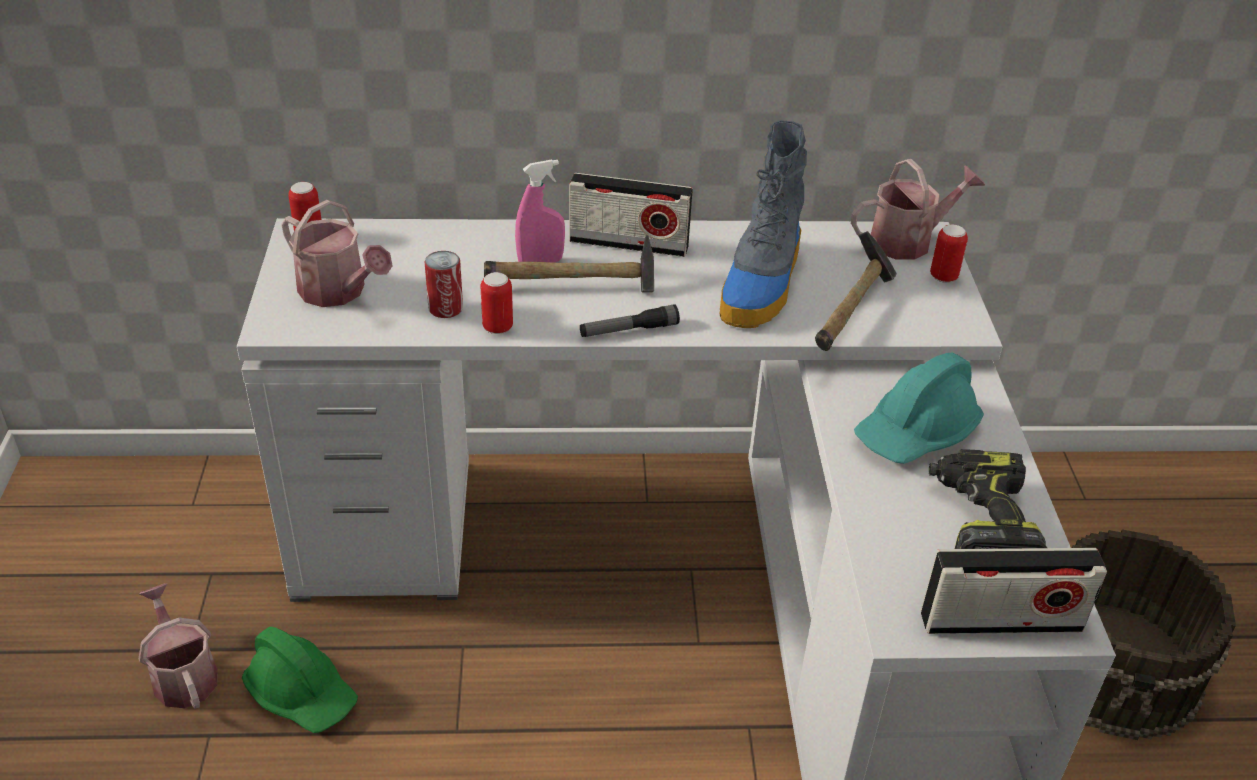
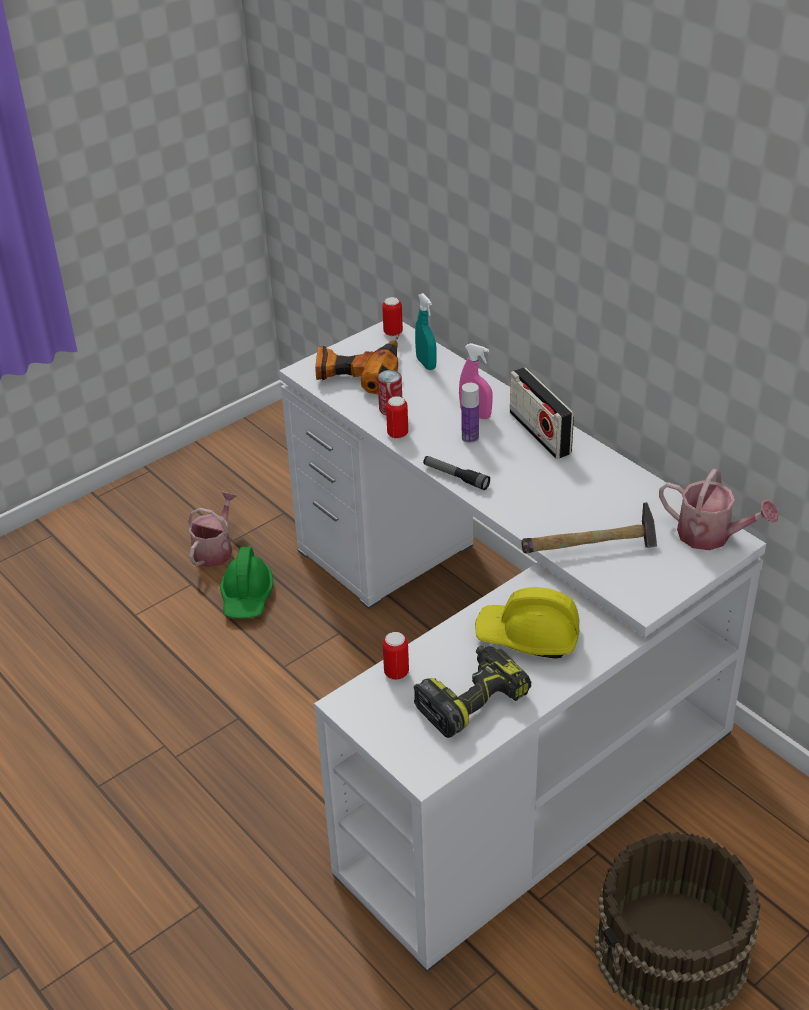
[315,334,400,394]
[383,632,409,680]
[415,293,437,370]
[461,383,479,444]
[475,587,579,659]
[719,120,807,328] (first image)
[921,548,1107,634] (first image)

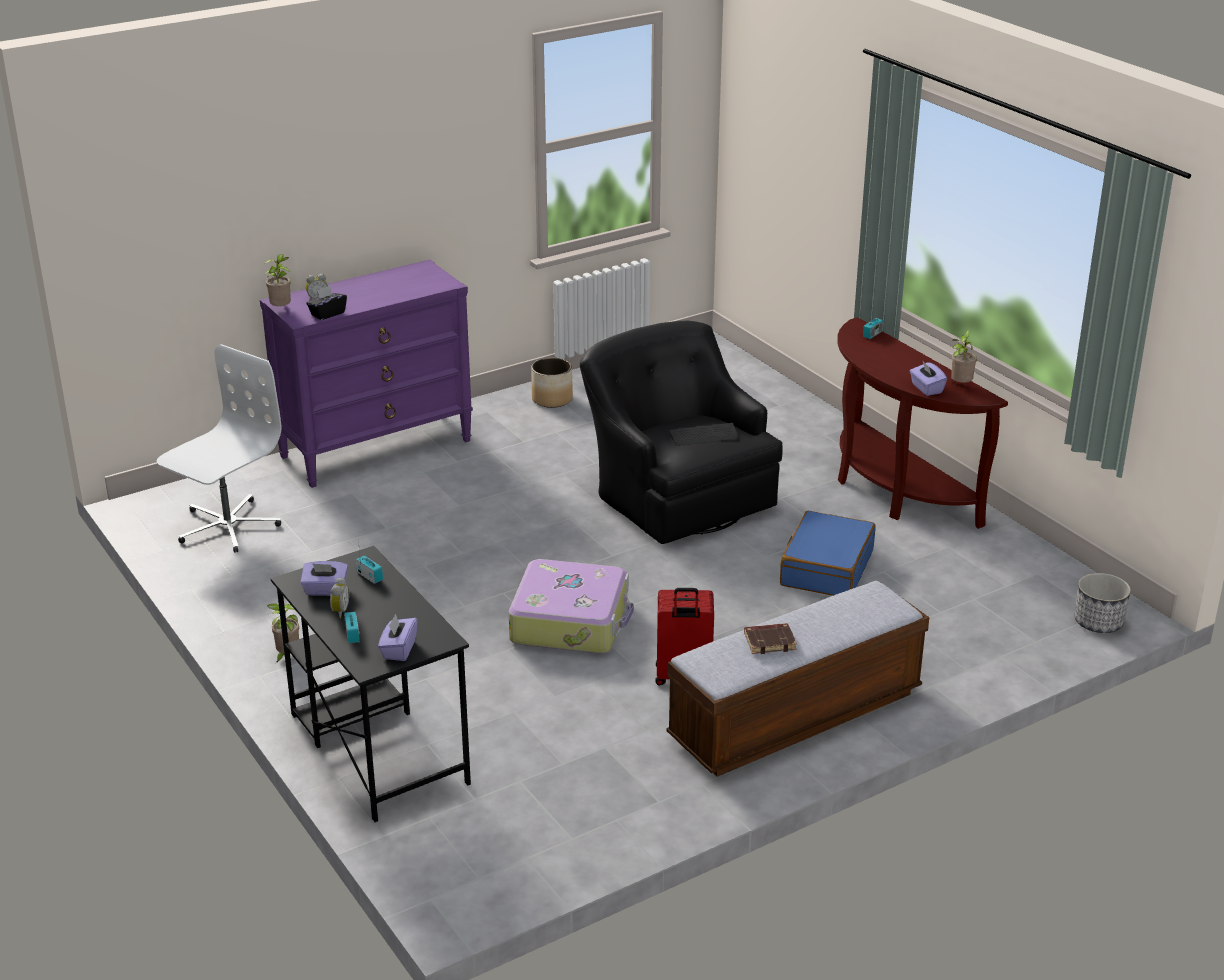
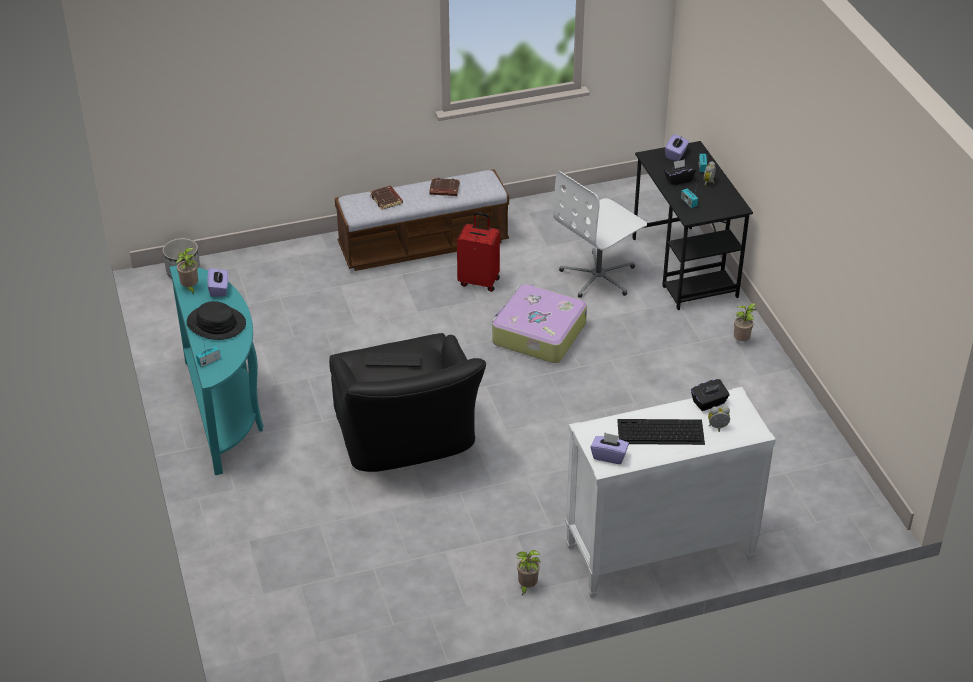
[170,265,263,475]
[187,301,246,340]
[370,186,403,210]
[516,550,540,595]
[553,171,647,298]
[565,387,776,598]
[590,432,629,464]
[617,419,705,445]
[664,159,696,185]
[531,358,573,408] (first image)
[780,511,875,596] (first image)

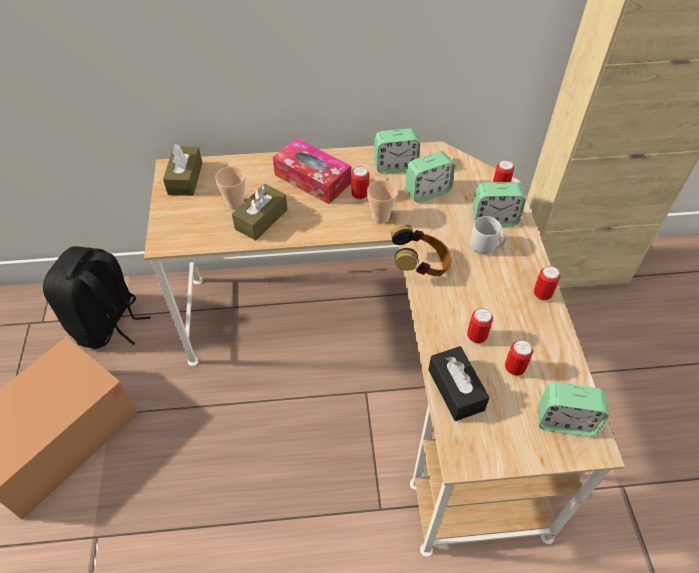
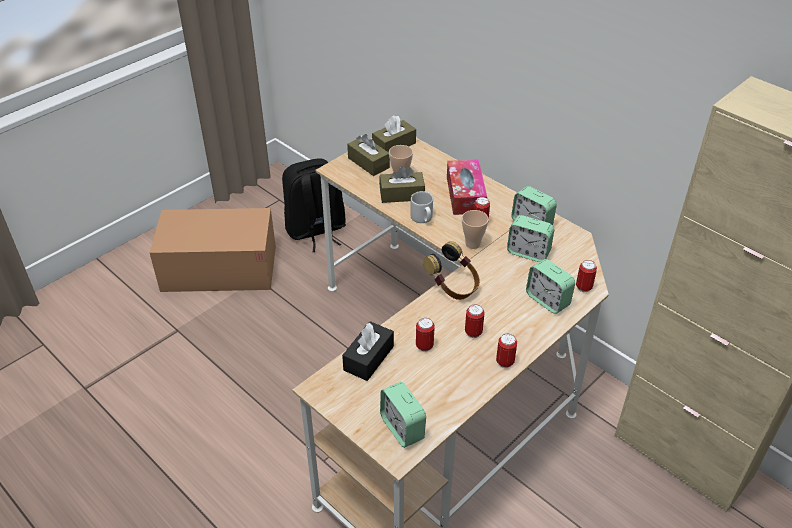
[347,134,390,176]
[410,191,433,223]
[465,304,485,338]

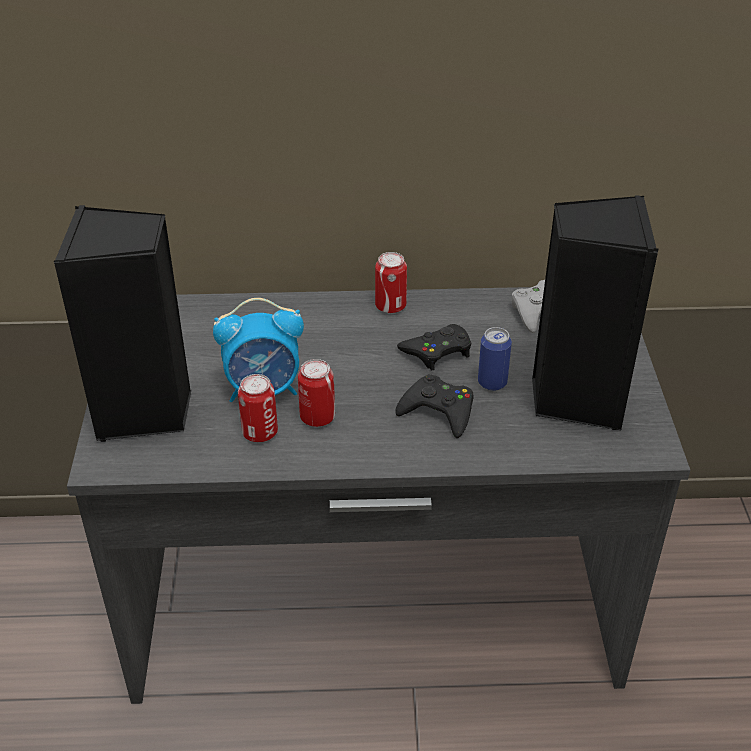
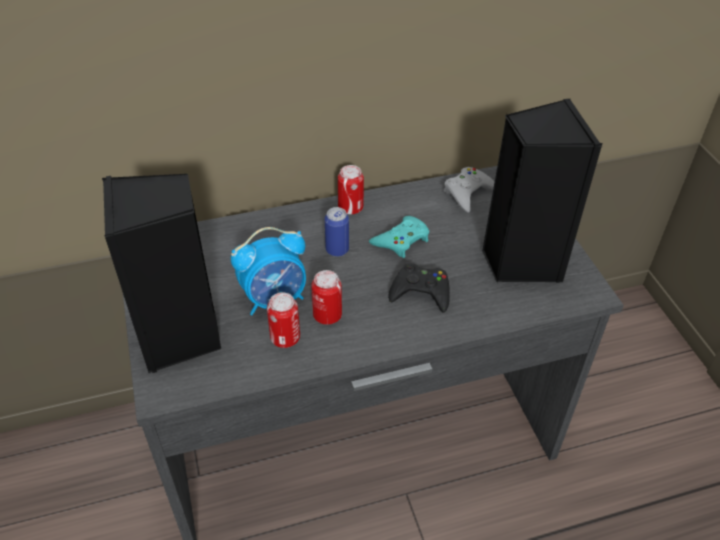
[325,207,349,257]
[369,216,429,258]

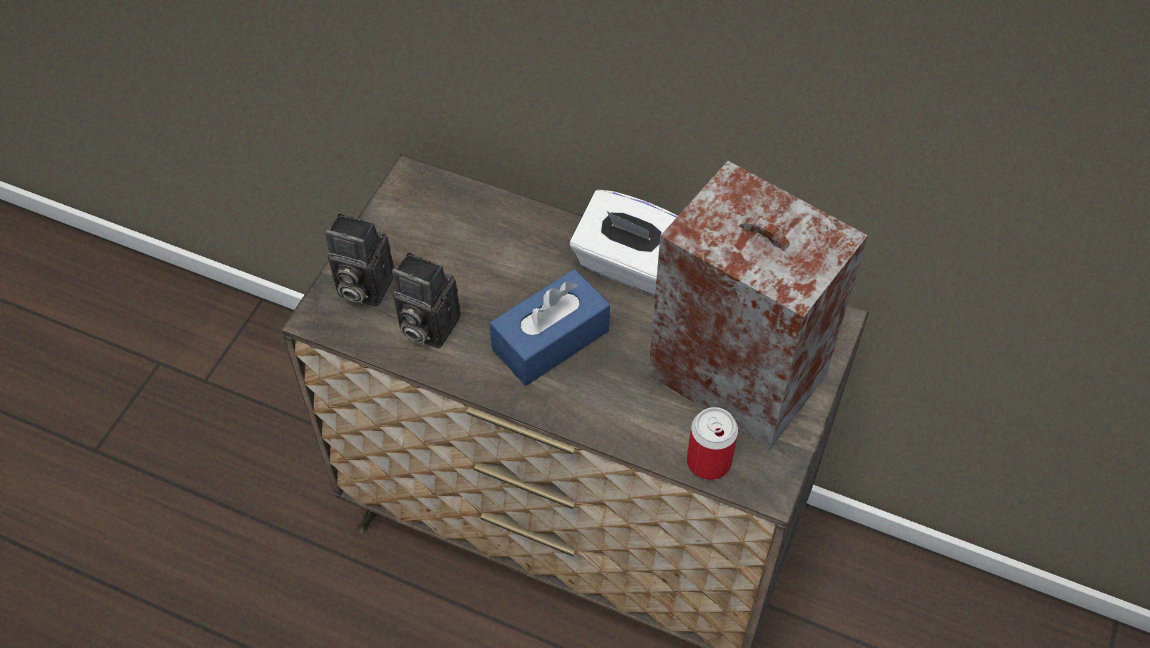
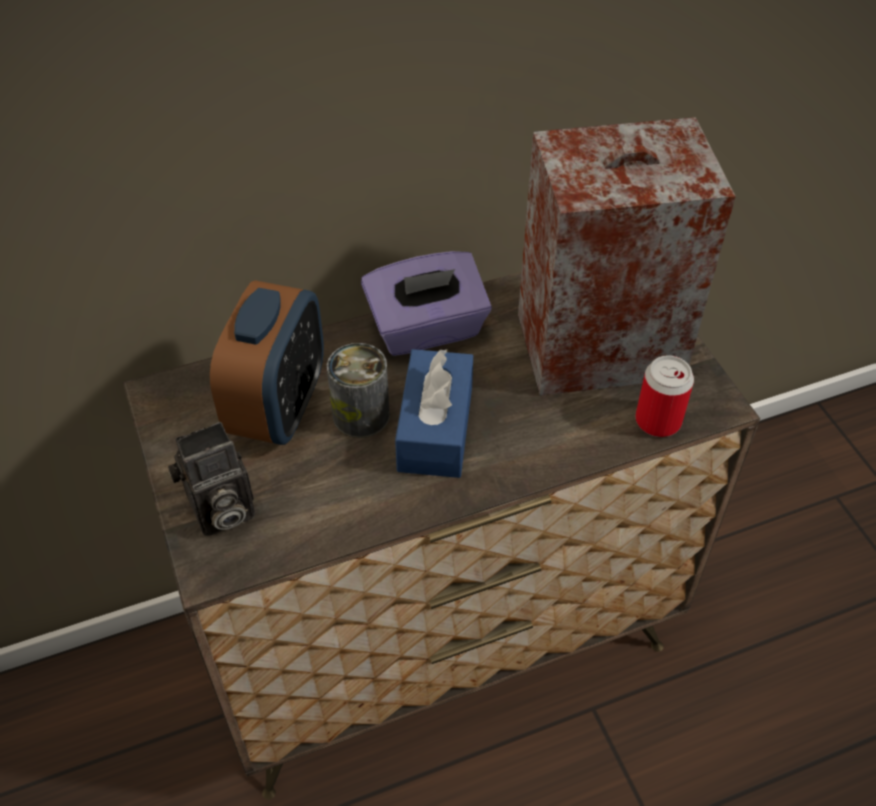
[210,280,324,445]
[327,343,390,438]
[361,251,492,356]
[392,252,461,348] (first image)

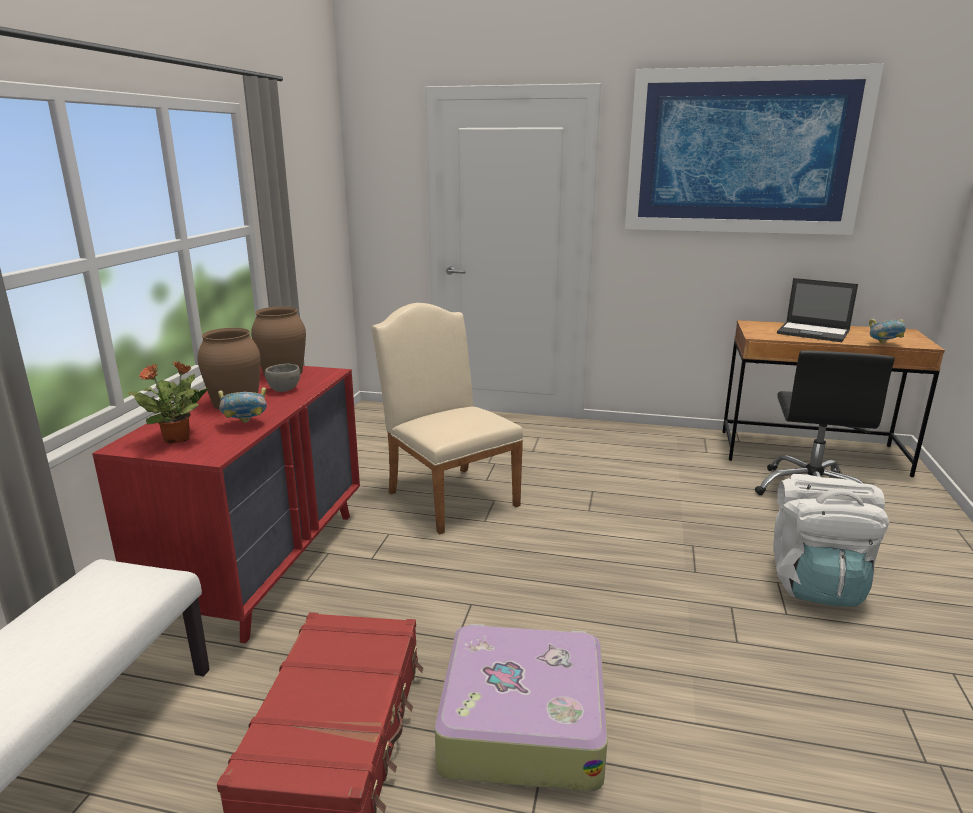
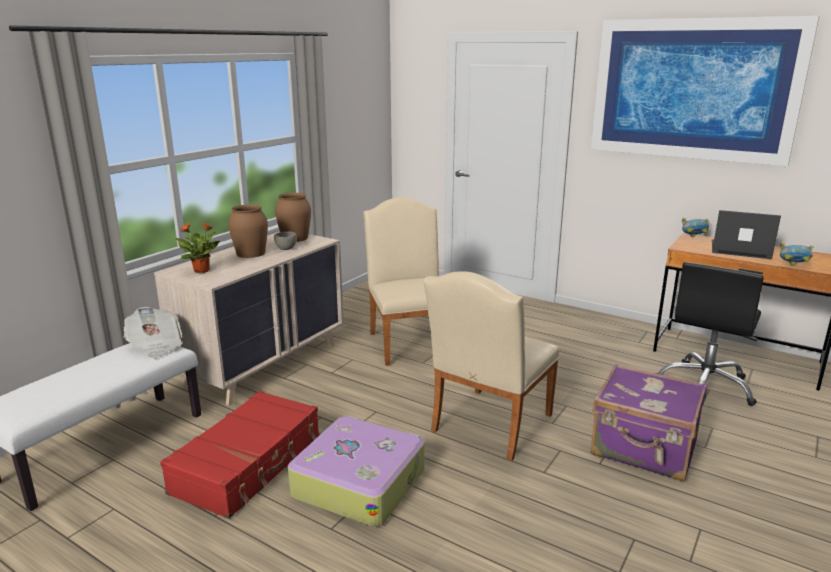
[124,307,183,358]
[154,232,344,406]
[423,271,560,461]
[590,364,707,482]
[682,218,709,237]
[712,210,781,259]

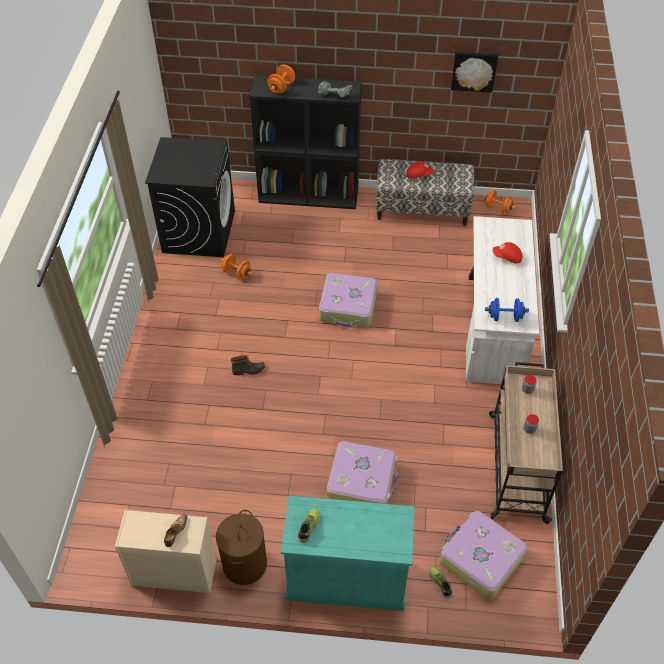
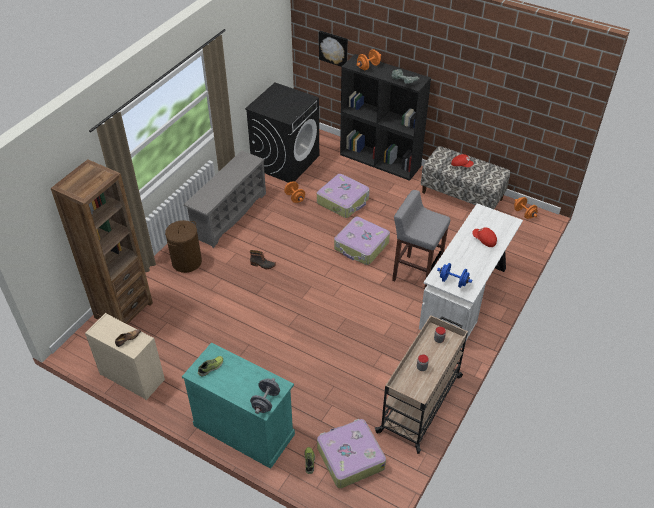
[51,159,153,324]
[165,220,202,273]
[183,151,266,248]
[250,378,280,414]
[317,174,370,218]
[319,31,348,67]
[392,190,450,289]

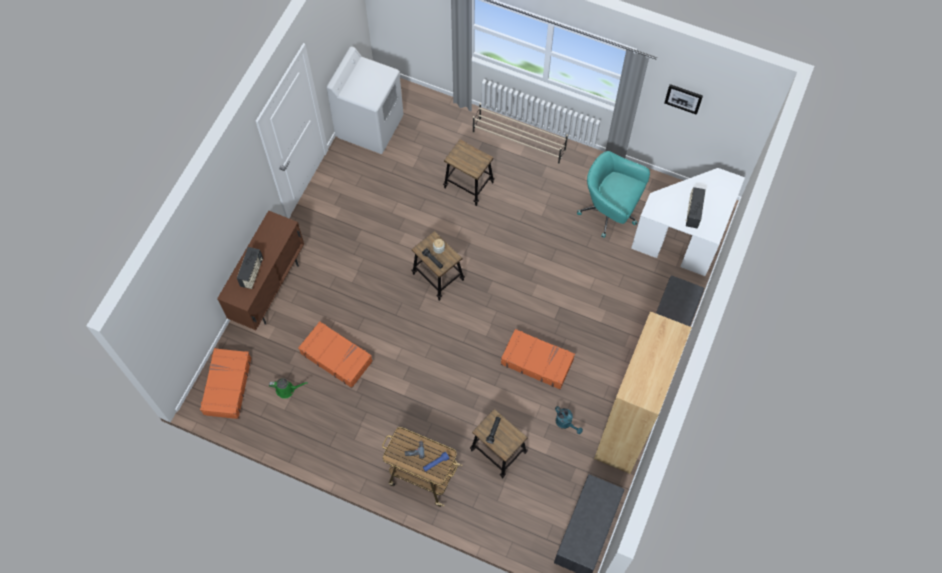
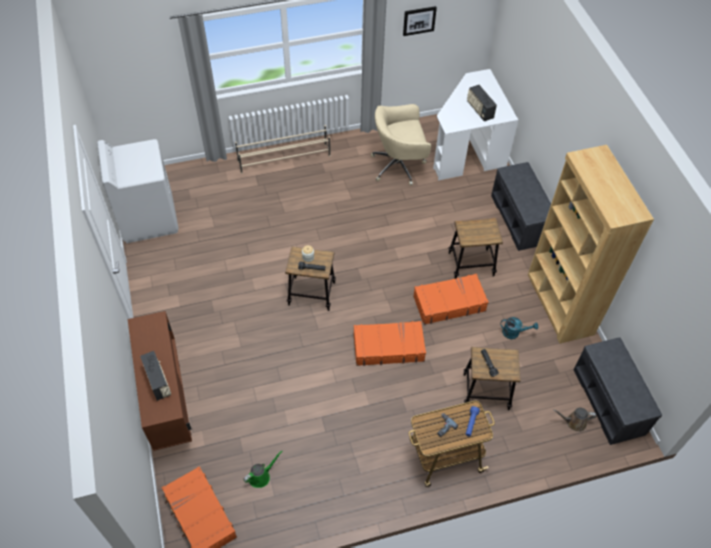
[354,321,426,366]
[371,104,431,185]
[449,218,503,279]
[553,407,596,432]

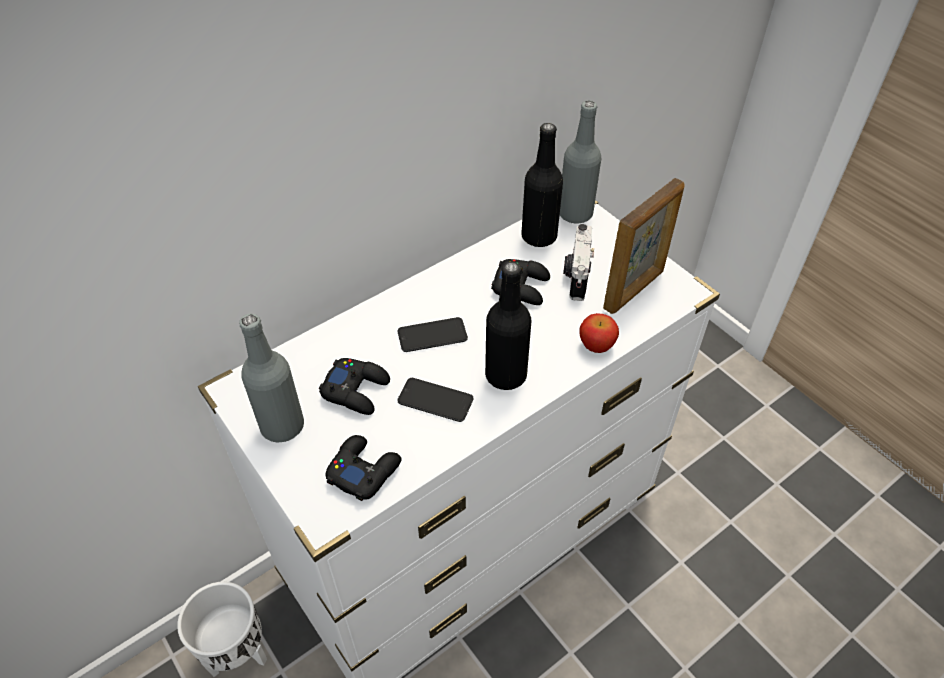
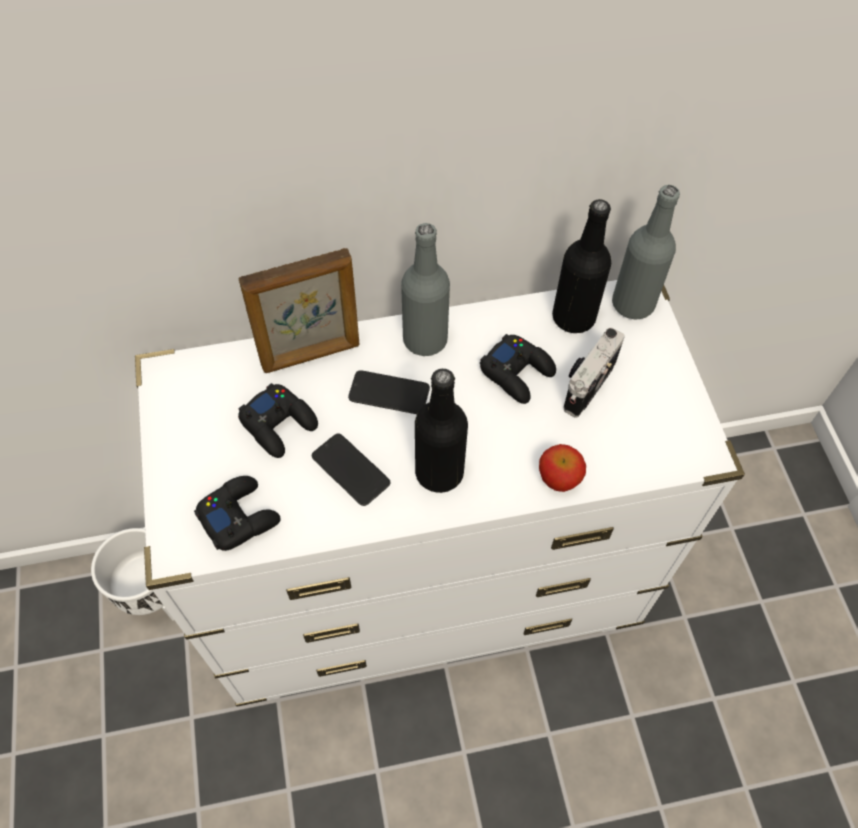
[238,248,359,373]
[401,223,450,356]

